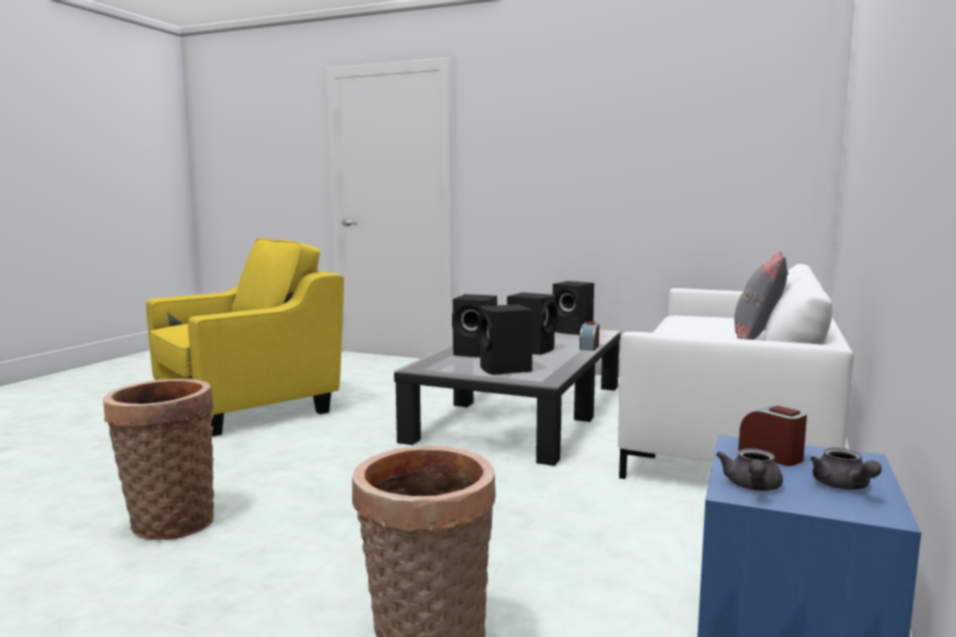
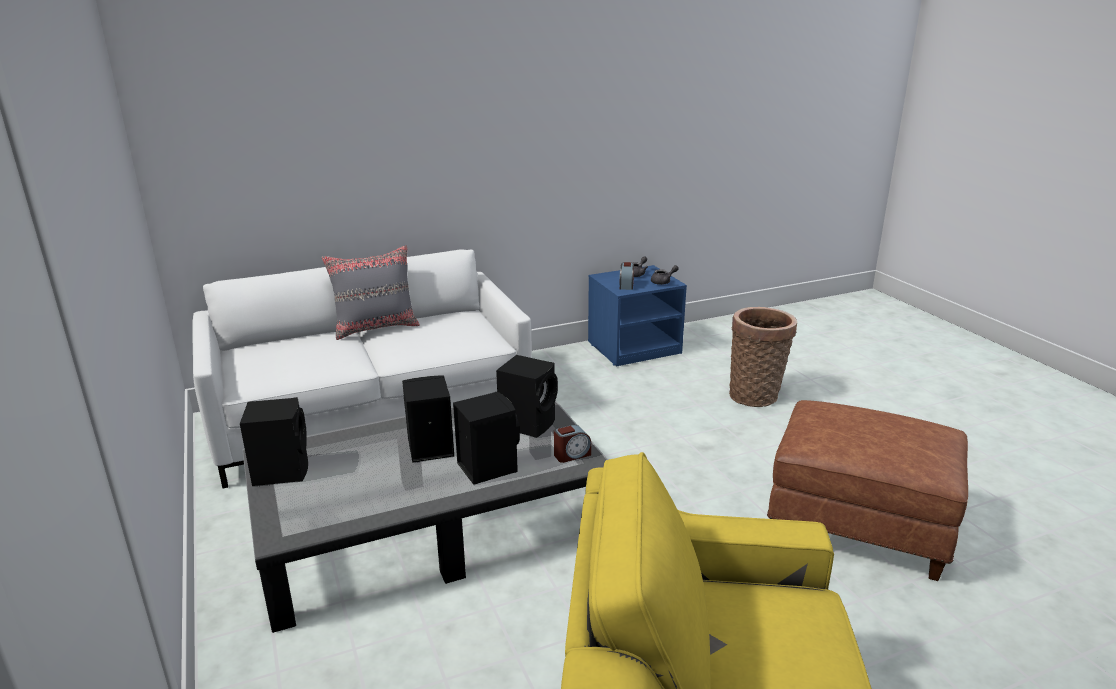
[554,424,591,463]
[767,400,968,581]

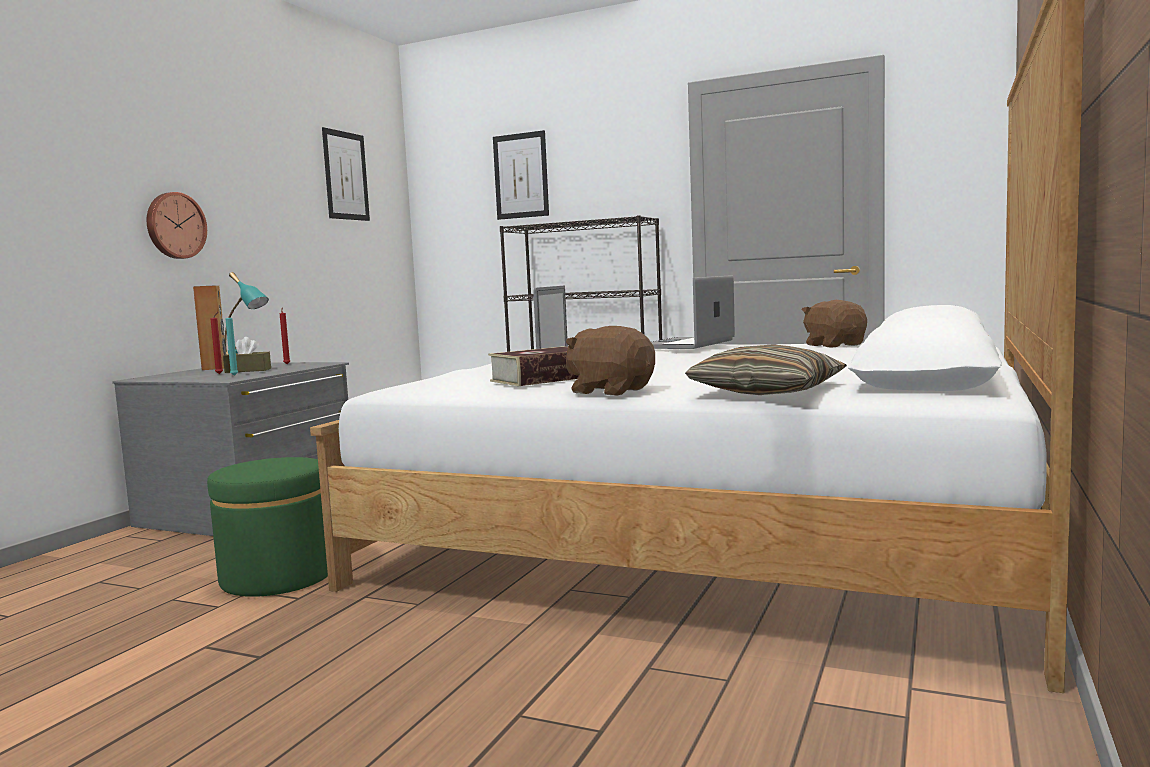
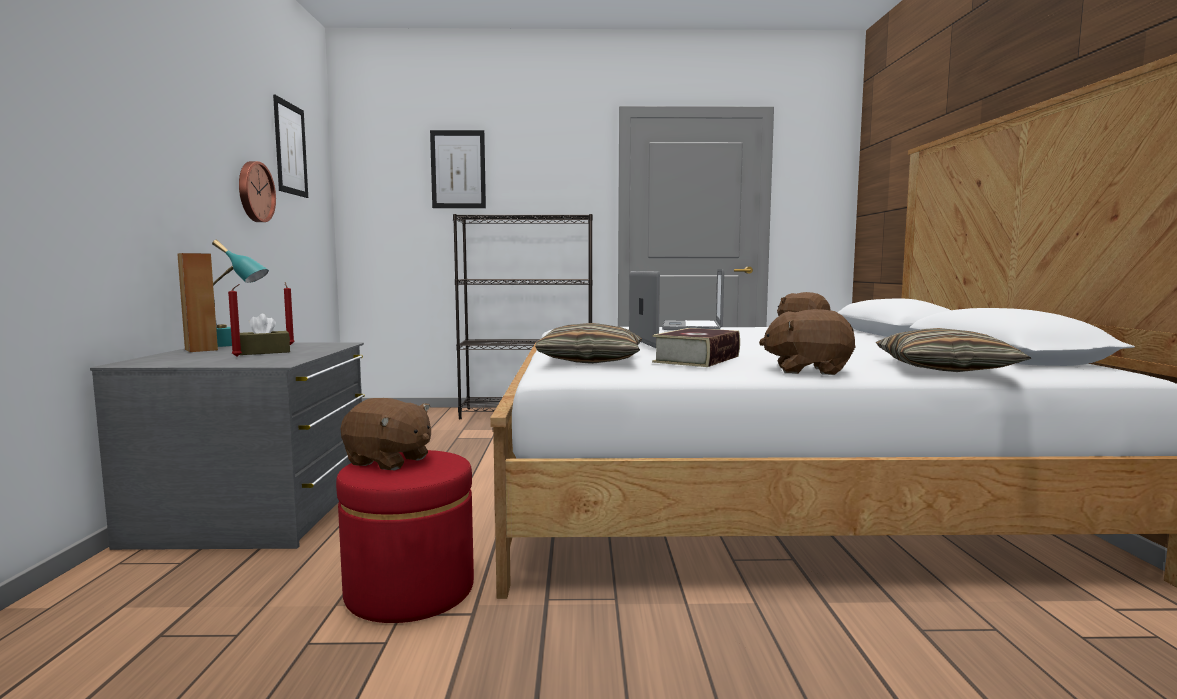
[239,161,276,222]
[336,450,474,623]
[340,398,431,470]
[535,323,642,364]
[225,312,238,376] (first image)

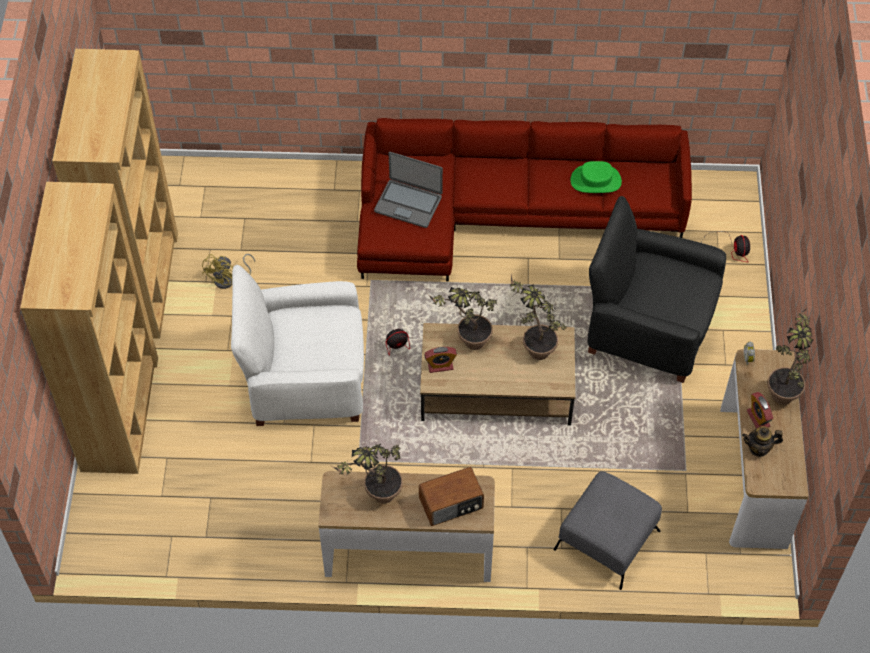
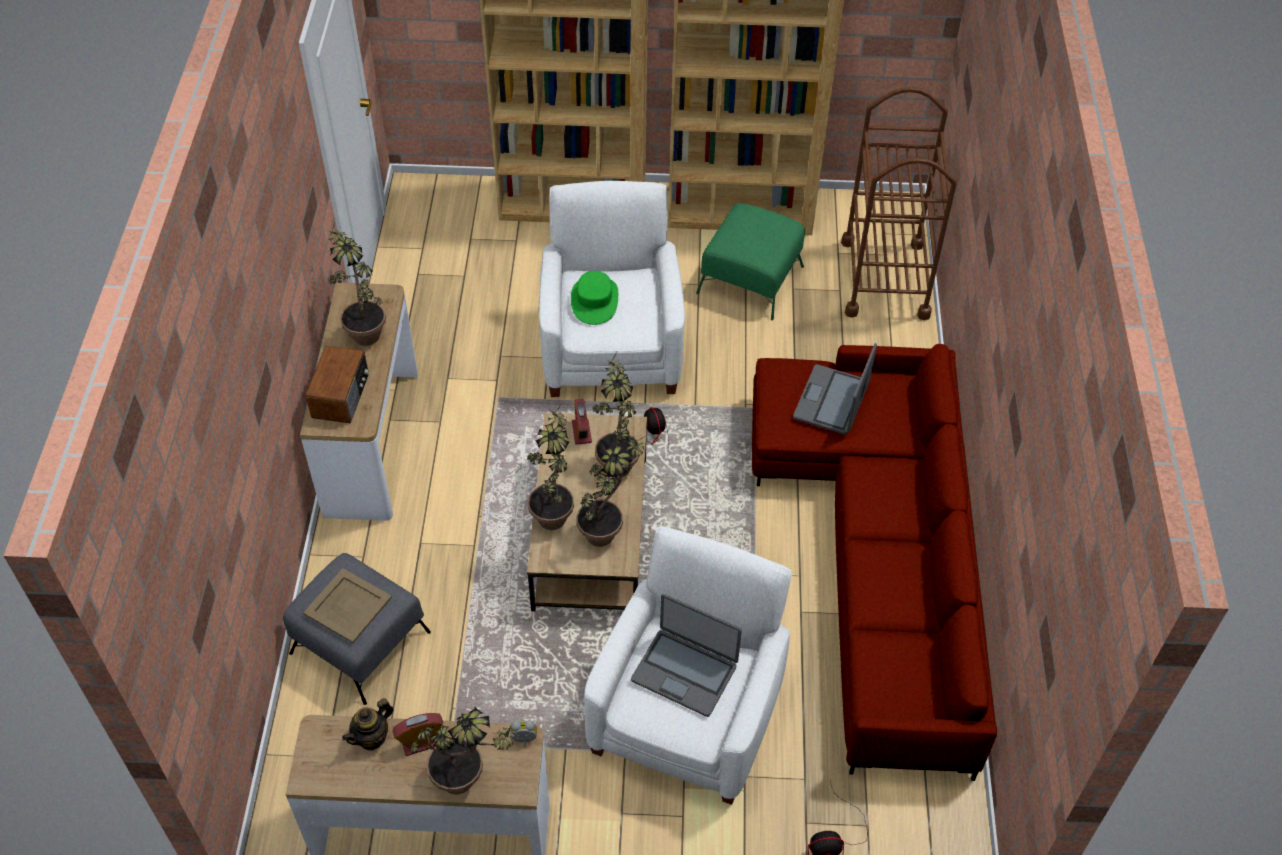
[303,568,392,643]
[306,346,369,423]
[342,698,394,751]
[527,402,574,530]
[571,271,618,325]
[584,526,791,805]
[631,594,742,717]
[696,203,805,320]
[841,87,957,320]

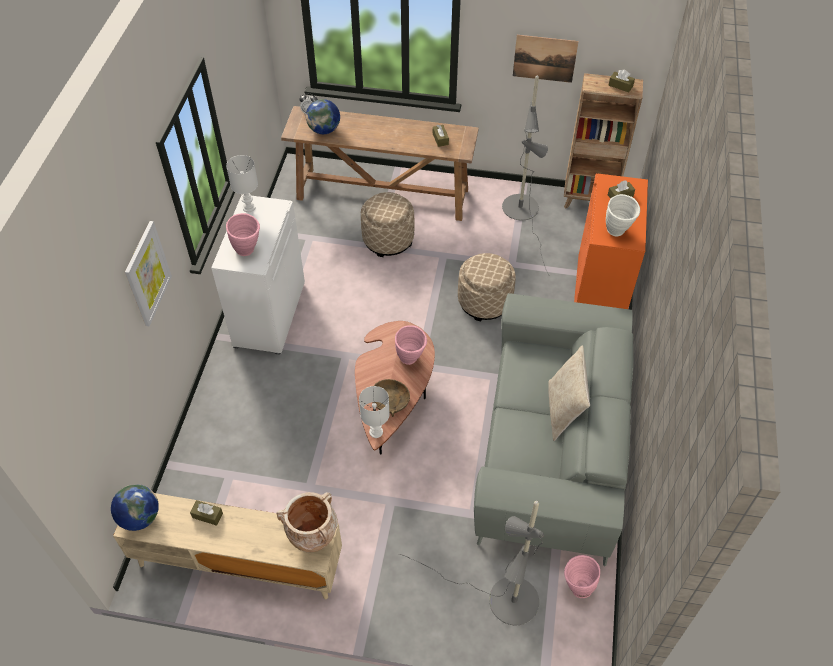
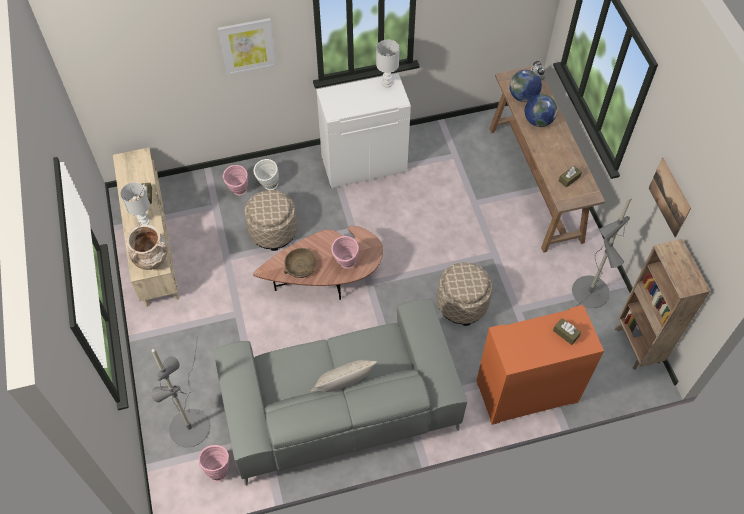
[120,182,150,225]
[223,165,248,195]
[244,190,297,251]
[253,159,279,190]
[525,94,558,127]
[608,70,635,93] (first image)

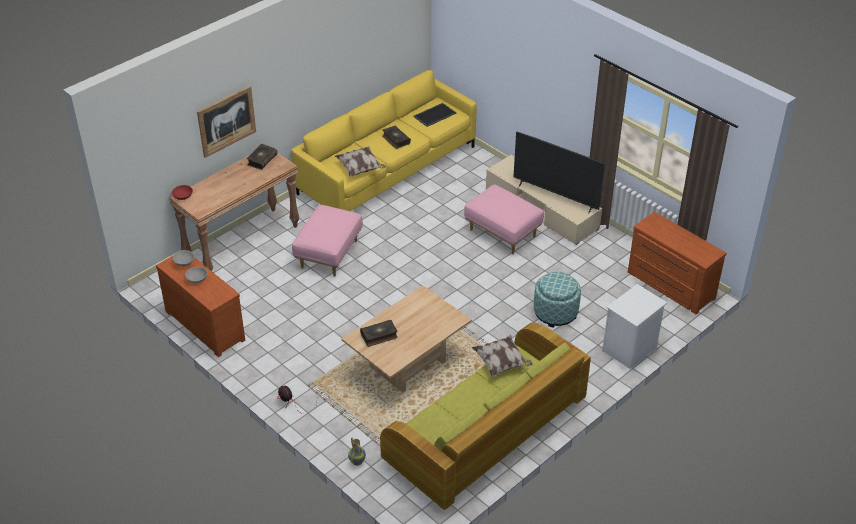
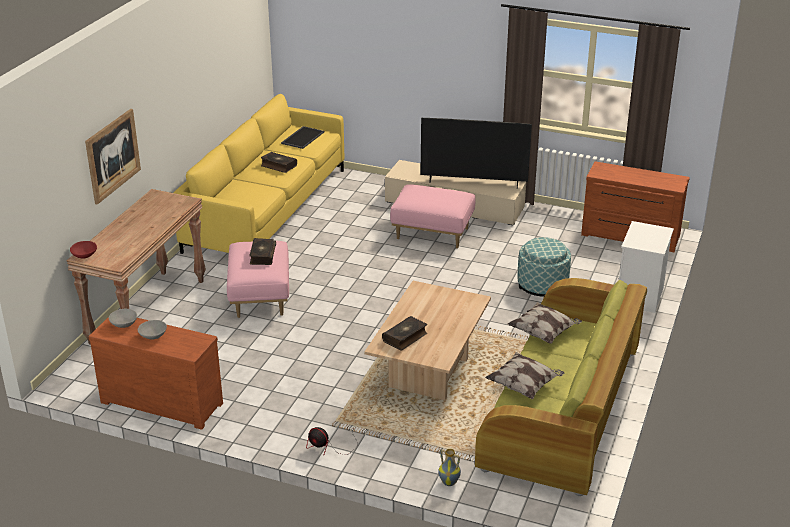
[249,238,276,265]
[485,352,564,399]

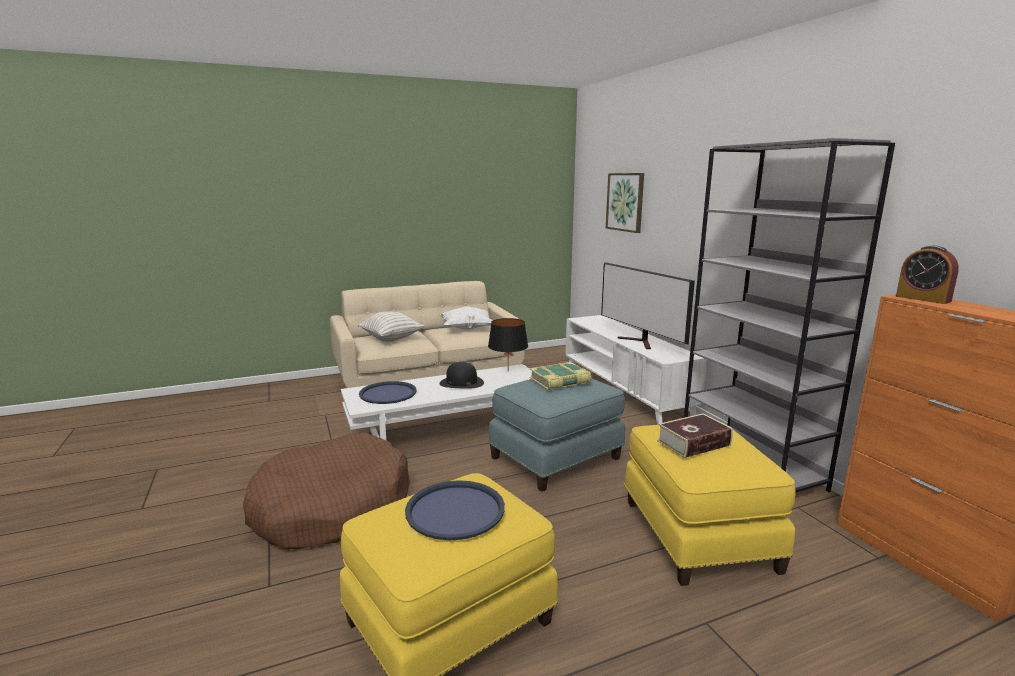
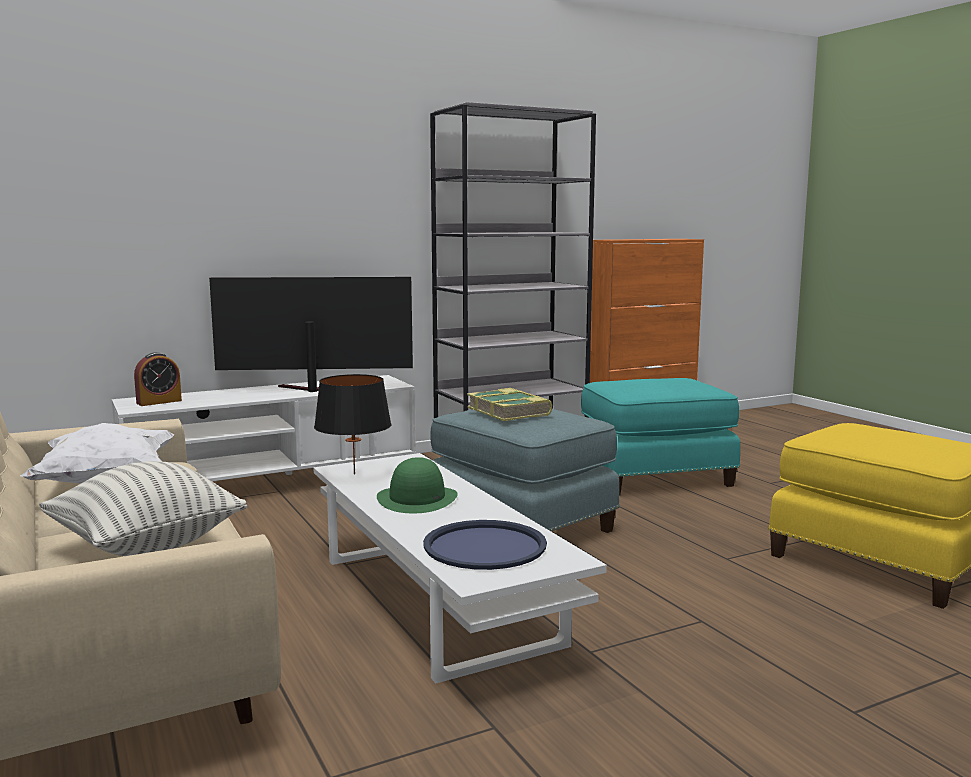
[134,352,182,406]
[209,277,413,392]
[377,457,458,513]
[581,378,740,496]
[243,433,410,549] (first image)
[405,480,505,540] (first image)
[606,173,644,233] (first image)
[657,413,733,458] (first image)

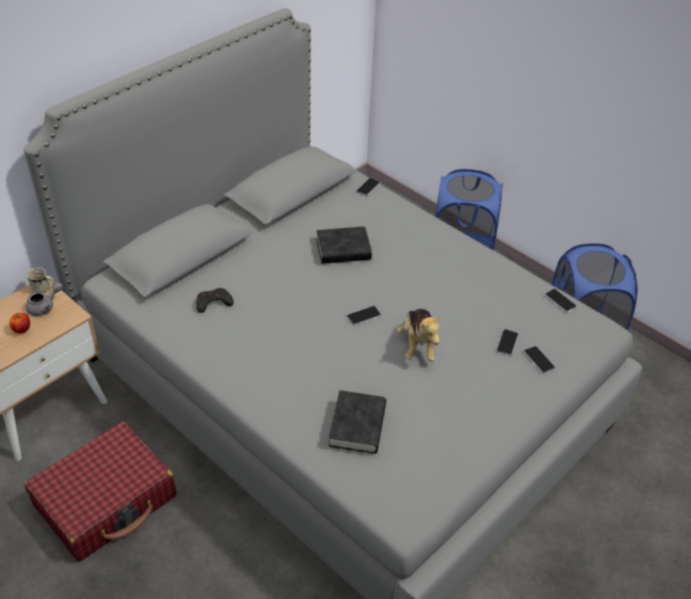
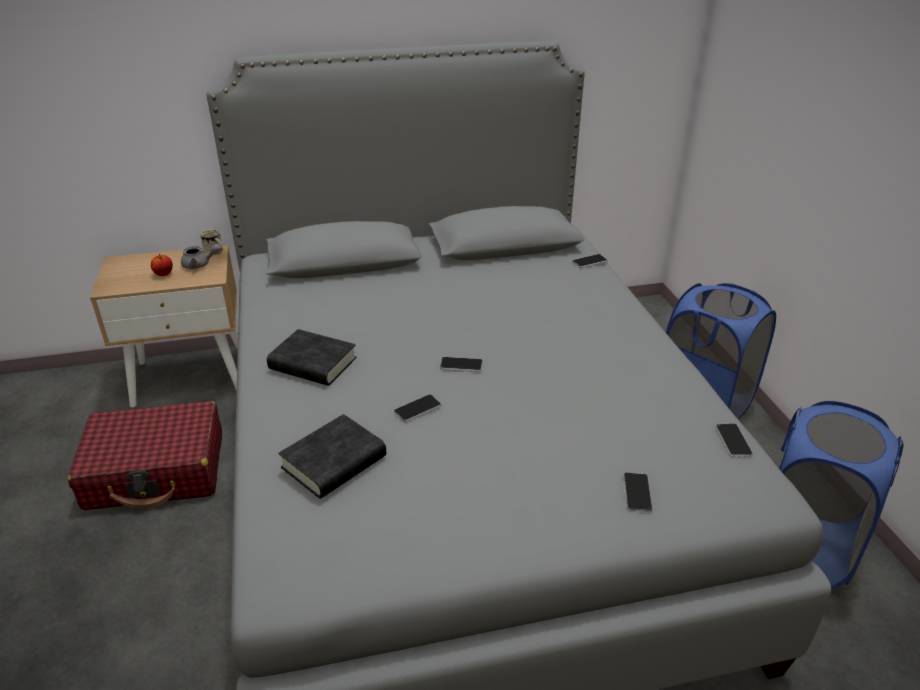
[267,329,357,386]
[394,394,441,422]
[196,288,234,313] (first image)
[397,309,441,362] (first image)

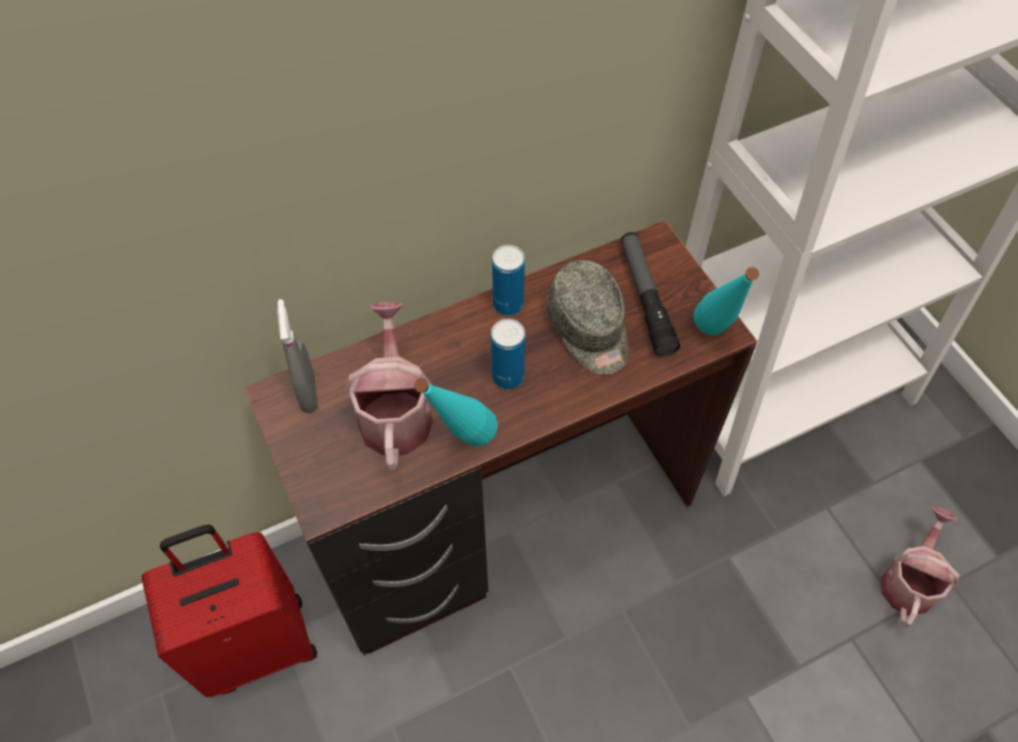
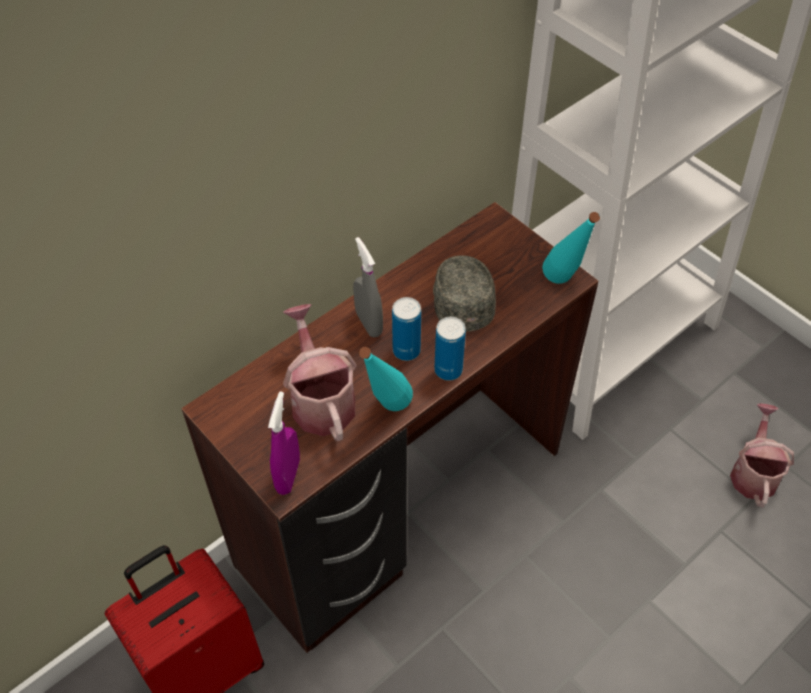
[268,391,300,495]
[353,237,383,337]
[433,255,496,332]
[434,317,466,380]
[621,232,680,356] (first image)

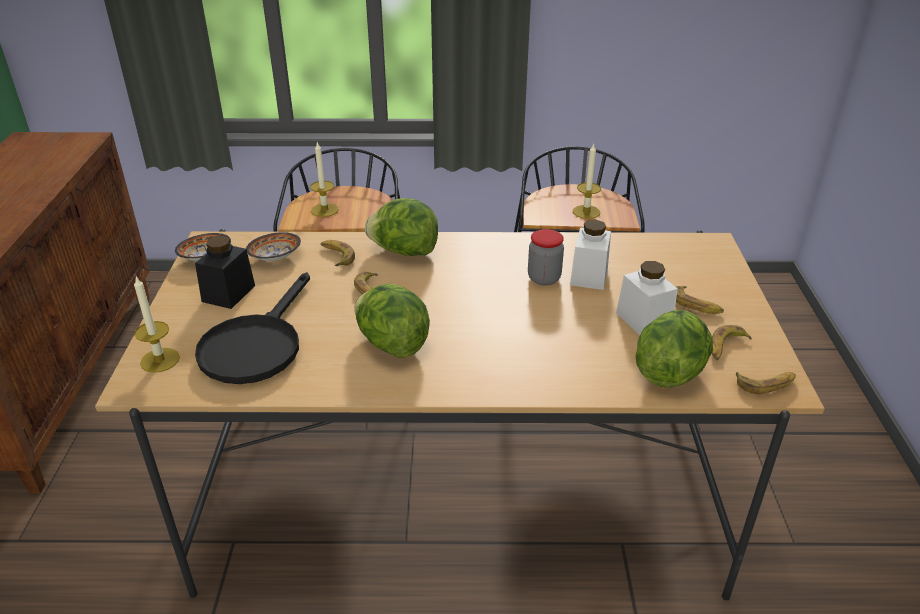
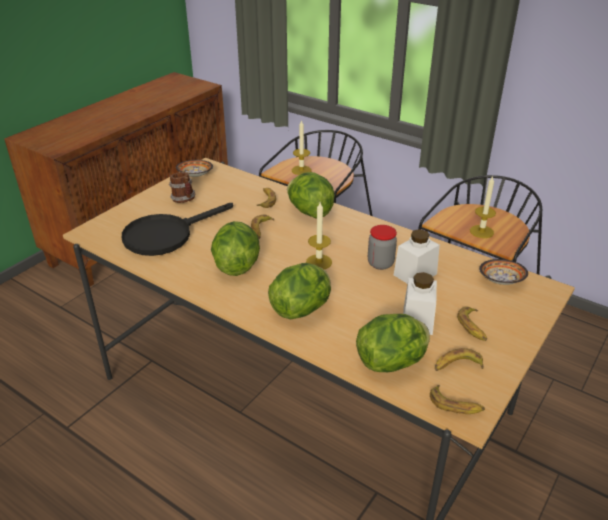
[169,172,196,203]
[268,263,331,319]
[306,202,332,269]
[479,259,528,285]

